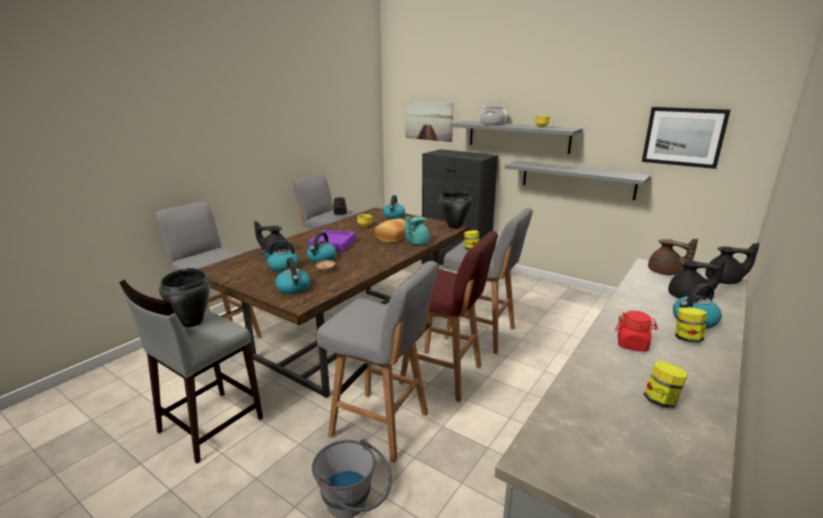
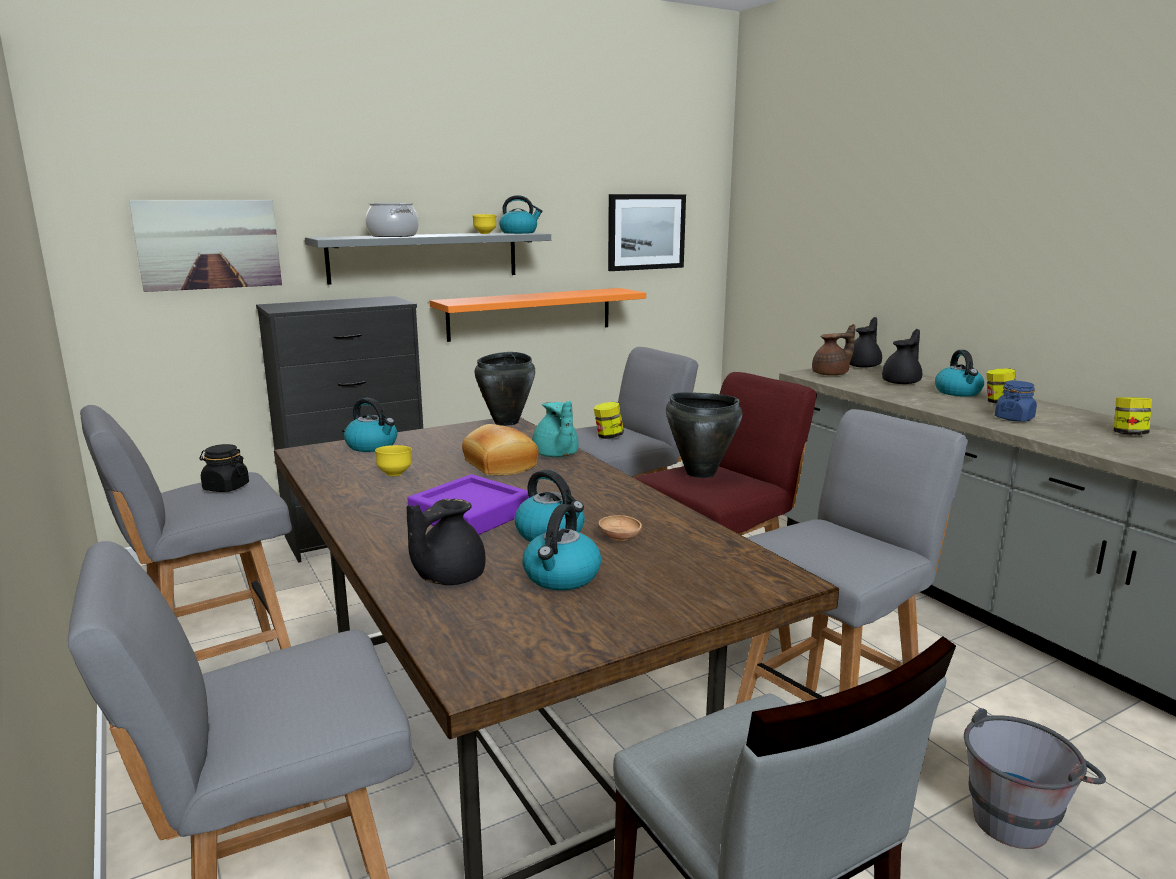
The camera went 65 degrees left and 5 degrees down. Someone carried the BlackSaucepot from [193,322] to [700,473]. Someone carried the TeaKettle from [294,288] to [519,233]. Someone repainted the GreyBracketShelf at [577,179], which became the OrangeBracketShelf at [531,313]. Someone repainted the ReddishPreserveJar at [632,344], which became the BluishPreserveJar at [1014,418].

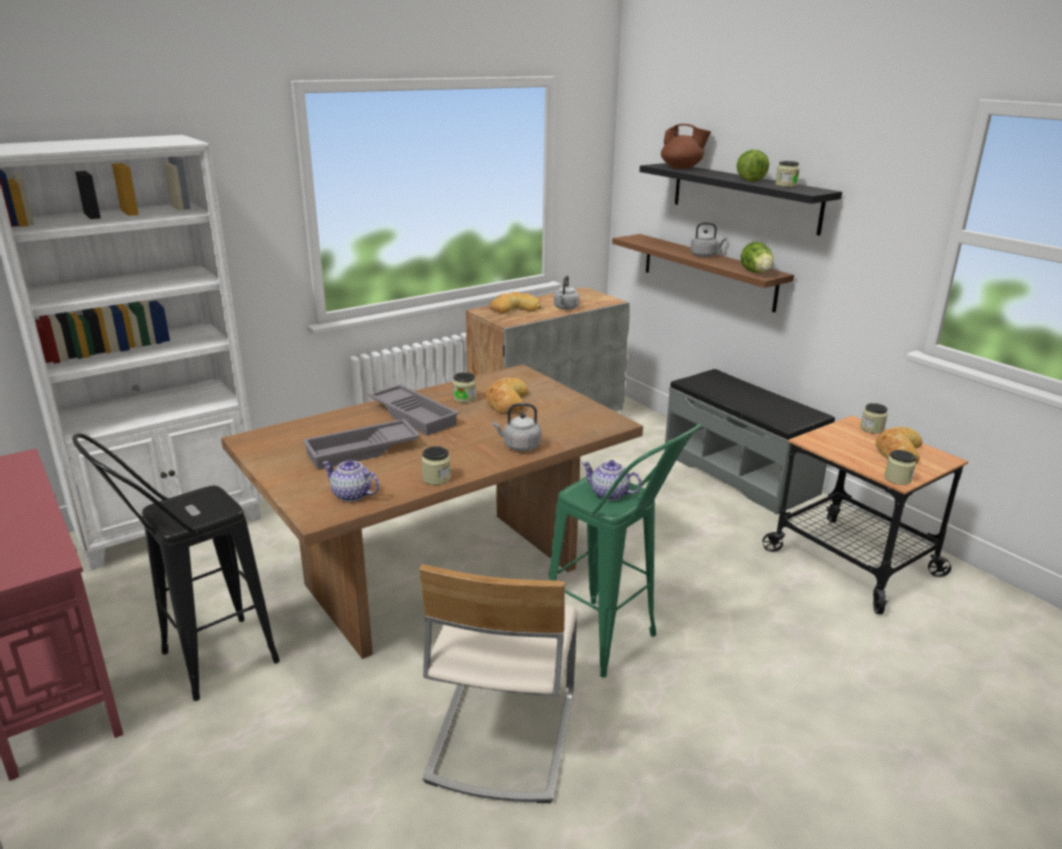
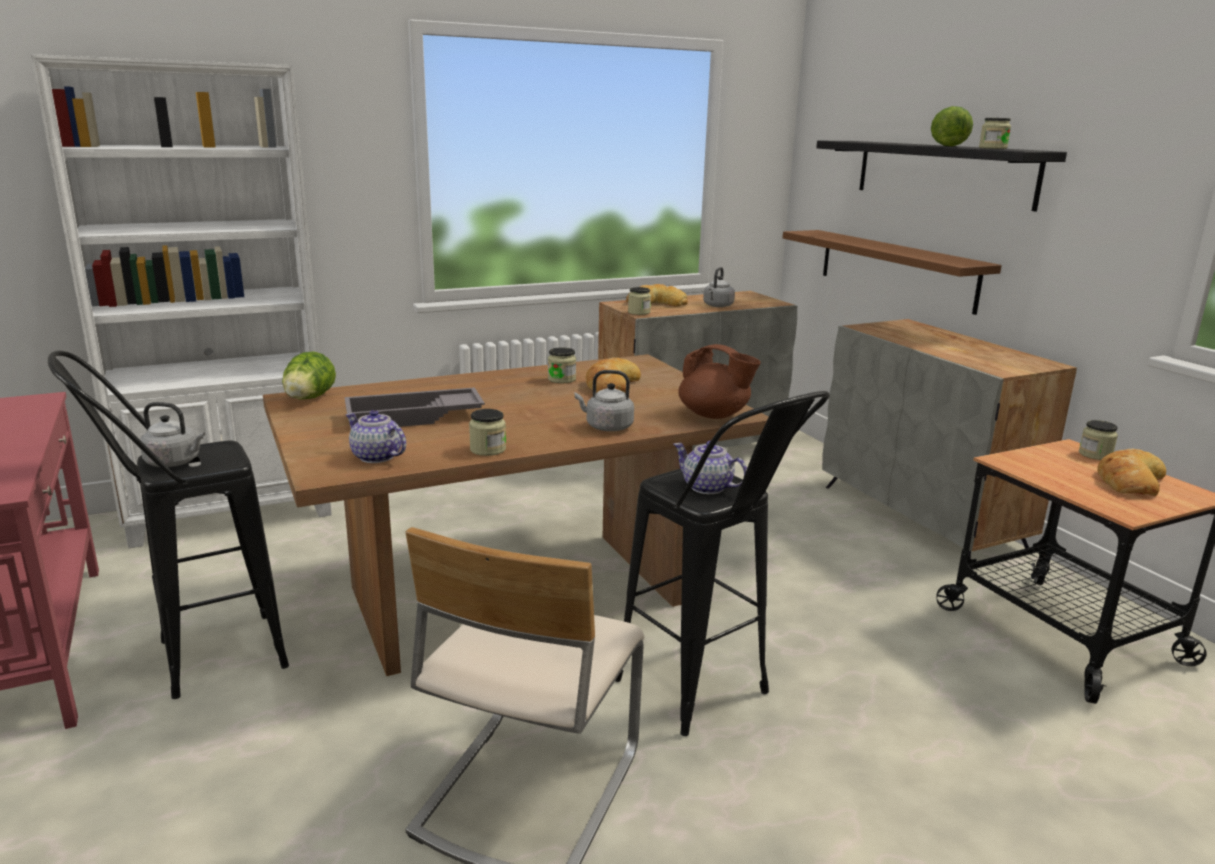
The camera went 10 degrees right and 5 degrees down. Someone took away the GreyTray at [415,415]. Someone carried the BrownColouredTeaPot from [682,168] to [714,415]. Someone carried the GreyTeaKettle from [705,255] to [175,462]. Someone carried the LettuceHead from [757,273] to [308,399]. Someone carried the PreserveJar from [897,479] to [639,312]. Someone swapped the GreyLongSeat at [740,473] for the GreyCabinet at [922,518]. Someone repainted the GreenStool at [612,645], which became the BlackStool at [706,698].

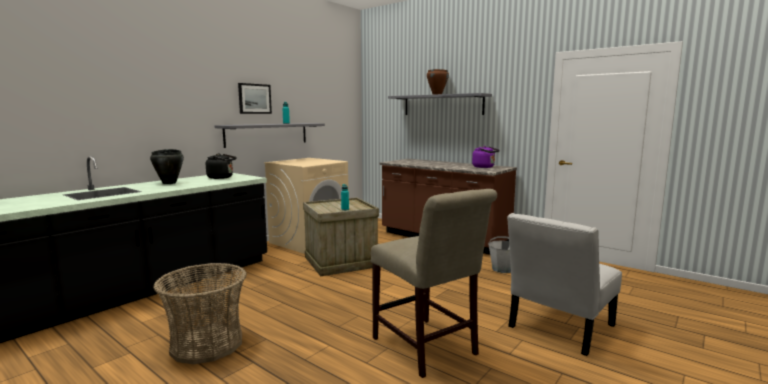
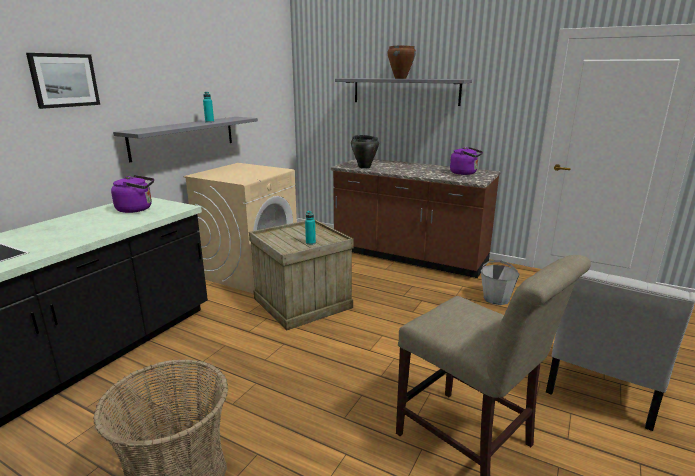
The camera went 10 degrees left and 10 degrees up. Someone carried the BlackSaucepot from [169,183] to [364,167]. Someone carried the WallArt from [254,99] to [64,80]. Someone repainted the BlackTeaKettle at [222,177], which became the PurpleTeaKettle at [137,209].

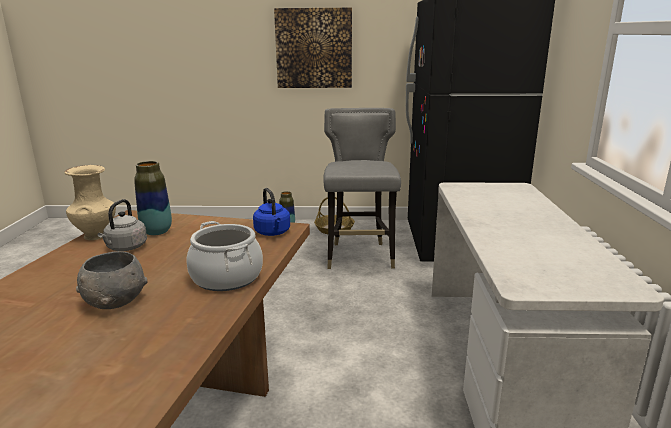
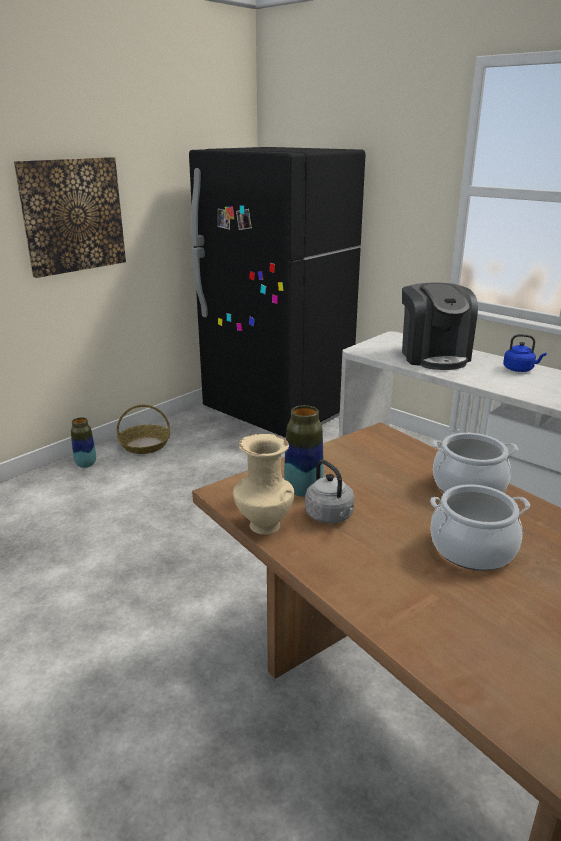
The camera went 50 degrees left and 5 degrees up. Someone took away the GreyPlainChair at [360,257]. Someone put down the CoffeeBrewer at [434,356]. Someone carried the BluishTeaKettle from [273,233] to [520,369]. Someone swapped the GreyBowl at [114,302] for the Saucepot at [472,549].

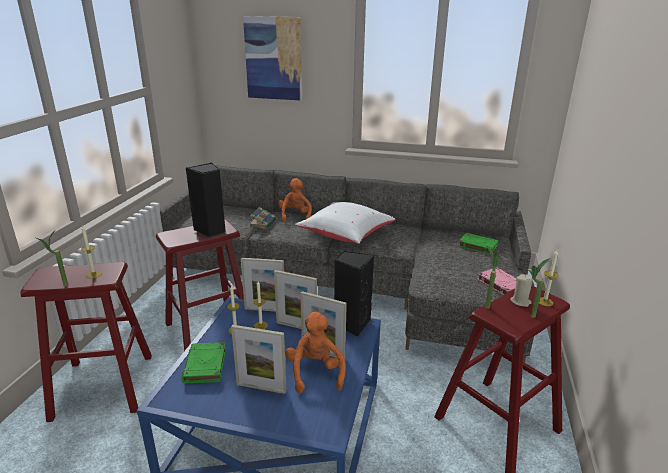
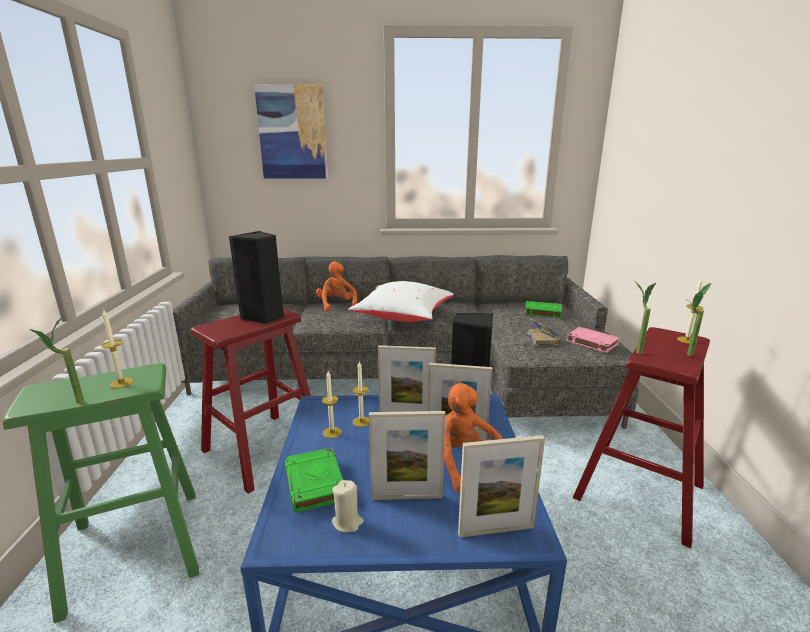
The camera went 15 degrees left and 5 degrees down. Someone carried the PictureFrame from [265,310] to [496,530]. Someone carried the BoundBook from [263,223] to [542,339]. Someone carried the SandColouredCandle from [520,302] to [347,522]. Someone repainted the ReddishStool at [103,386], which became the GreenStool at [136,548].

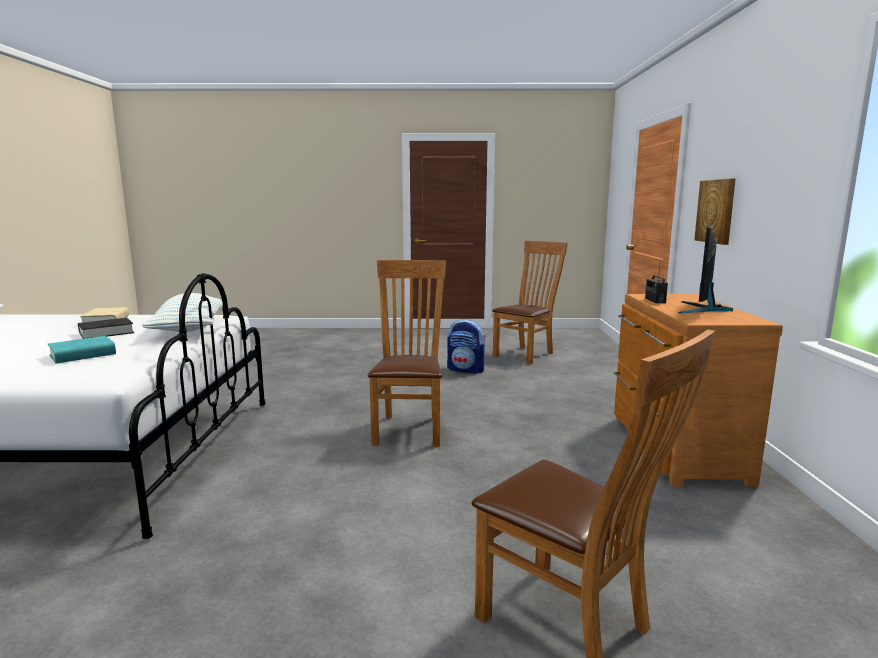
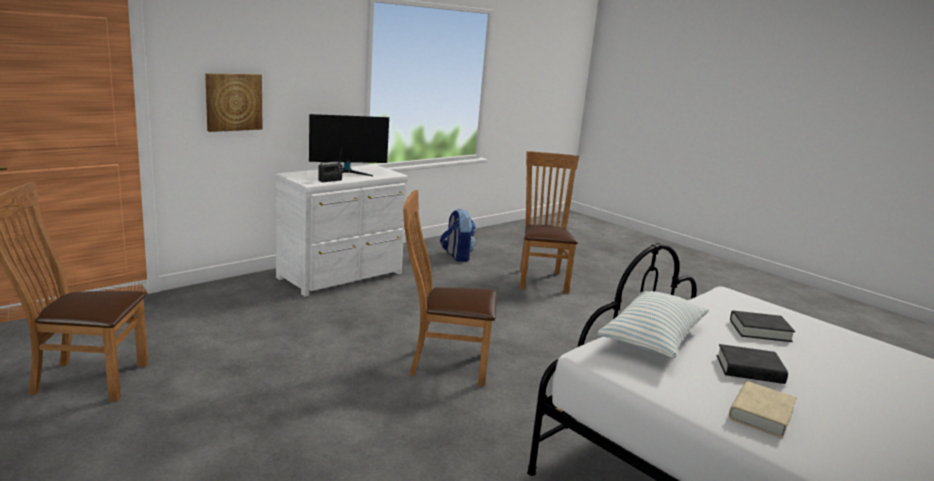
The camera went 135 degrees left and 5 degrees up. Someone carried the Rucksack from [466,370] to [457,256]. Someone repainted the TurquoiseBoundBook at [83,355], which became the BlackBoundBook at [760,330]. Someone repainted the BrownColouredDrawerChest at [673,448], which became the WhiteColouredDrawerChest at [343,276]. Someone rotated the BrownColouredPlainChair at [409,428] by 45 degrees clockwise.

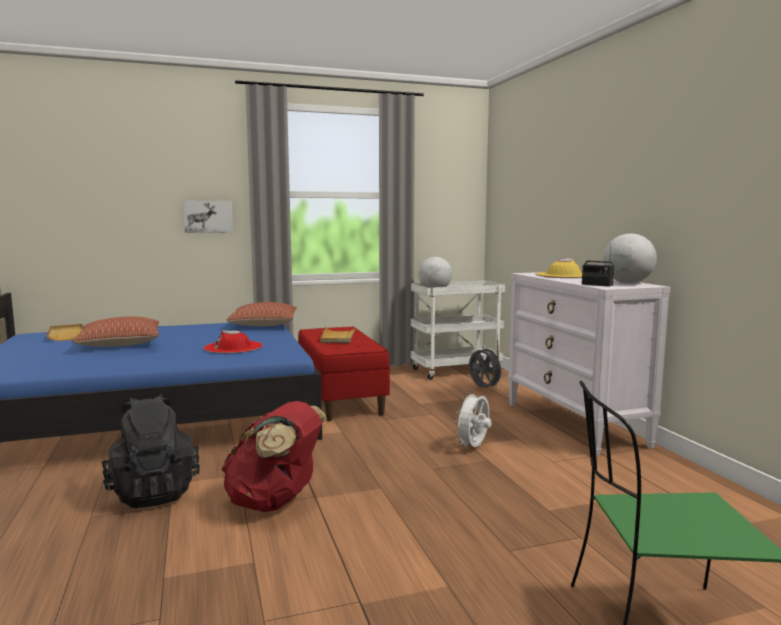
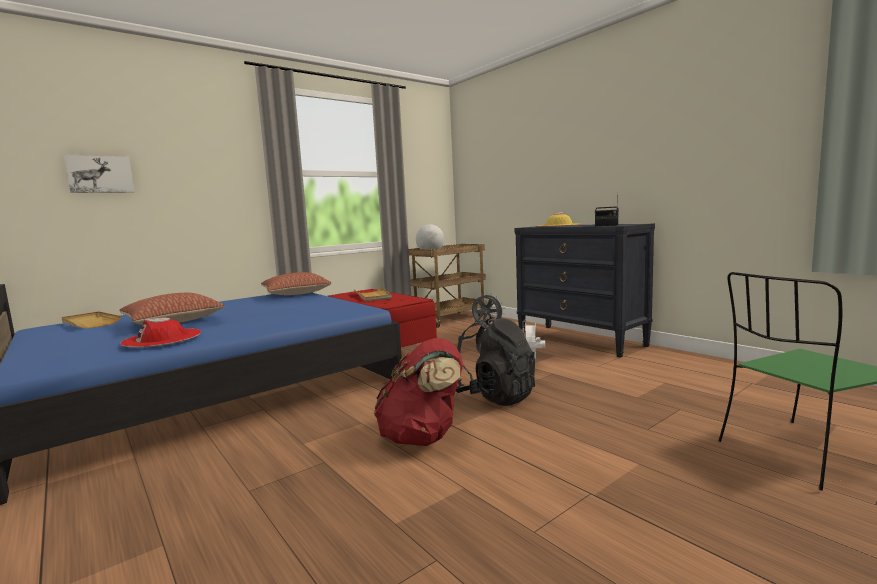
The camera went 20 degrees left and 0 degrees up. Someone took away the Globe at [627,283]. Someone carried the BlackRucksack from [153,492] to [495,396]. Someone carried the WallArt from [208,216] to [100,174]. Someone carried the ReddishHat from [233,347] to [162,338]. Someone repainted the WhiteColouredTrolley at [456,370], which became the BrownColouredTrolley at [450,319]. Someone repainted the WhiteColouredDrawerChest at [575,424], which became the BlackDrawerChest at [580,340].

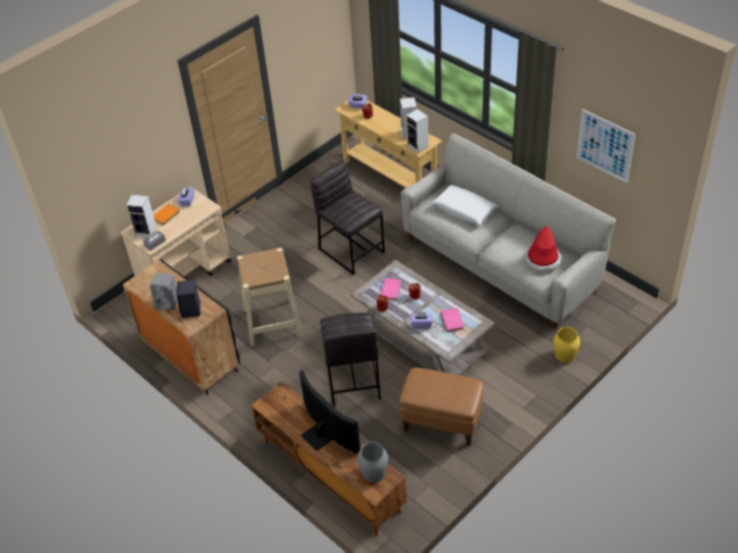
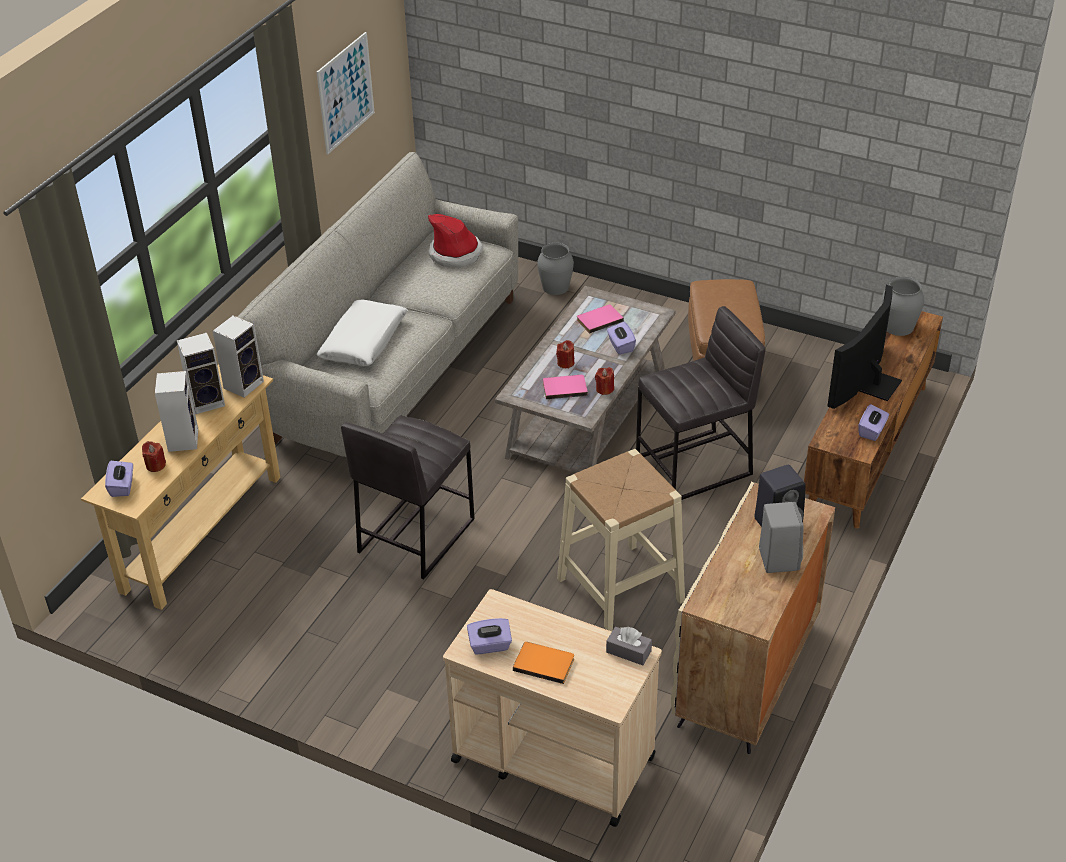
The camera went 110 degrees left and 5 degrees down. Someone put down the PurpleBoxOfTissues at [872,431]. Someone carried the Loudspeaker from [146,231] to [182,439]. Someone repainted the BlackCabinet at [190,357], which became the SandColouredCabinet at [746,674]. Someone repainted the YellowFlowerVase at [564,355], which became the GreyFlowerVase at [556,287].

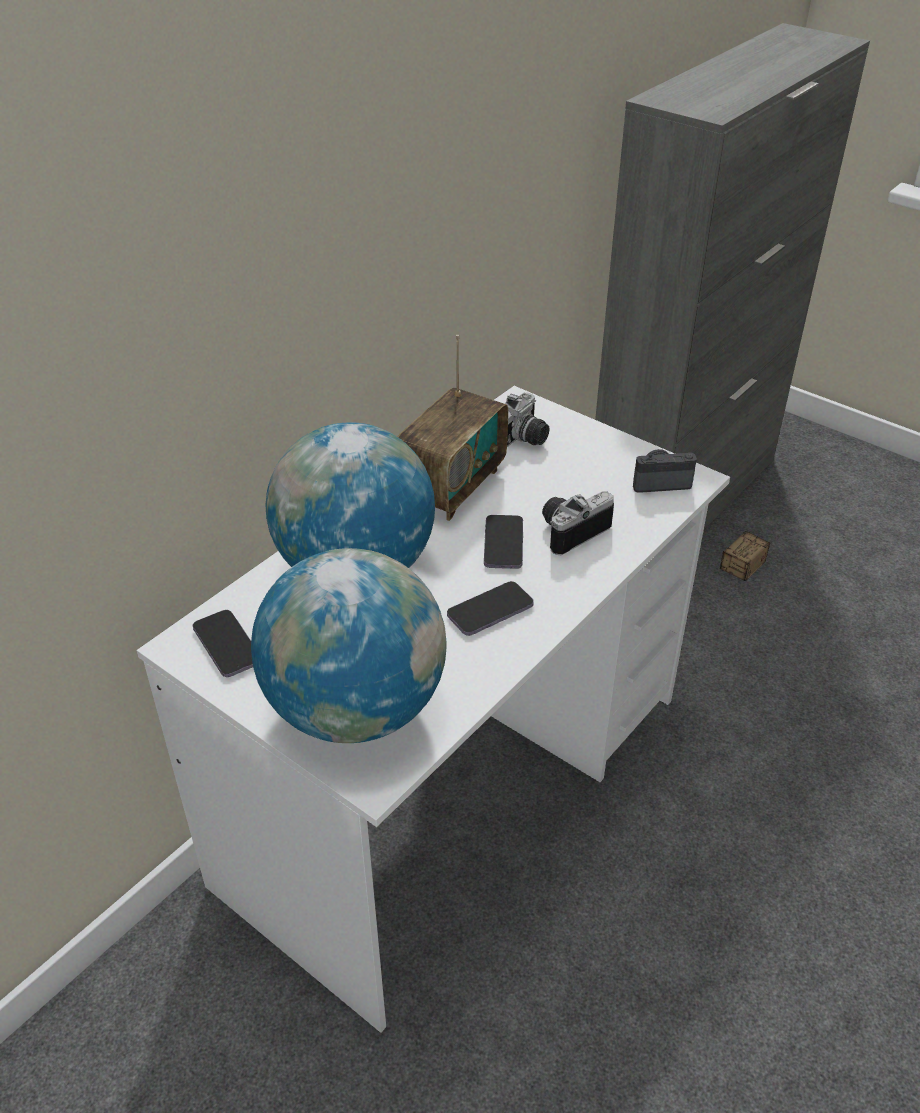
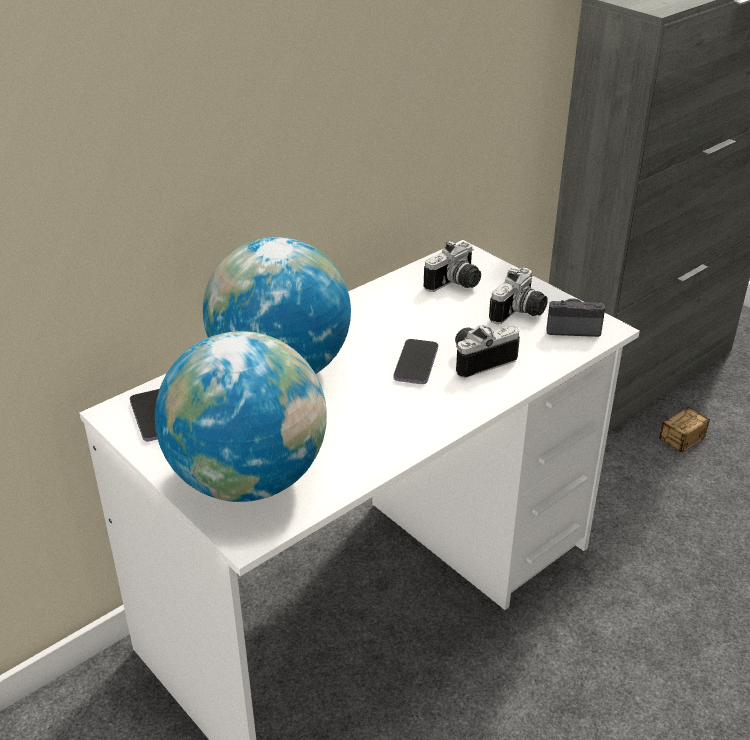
The camera went 10 degrees right and 5 degrees down. Someone took away the RadioReceiver at [451,486]. Someone took away the Telephone at [490,611]. Someone put down the StillCamera at [520,313].

